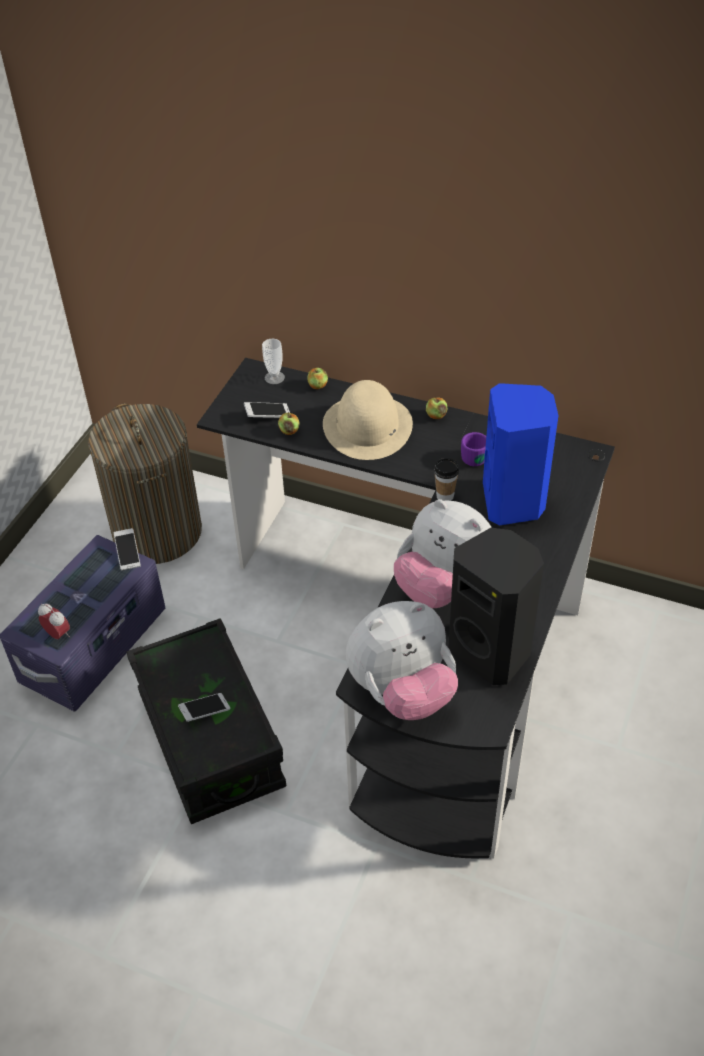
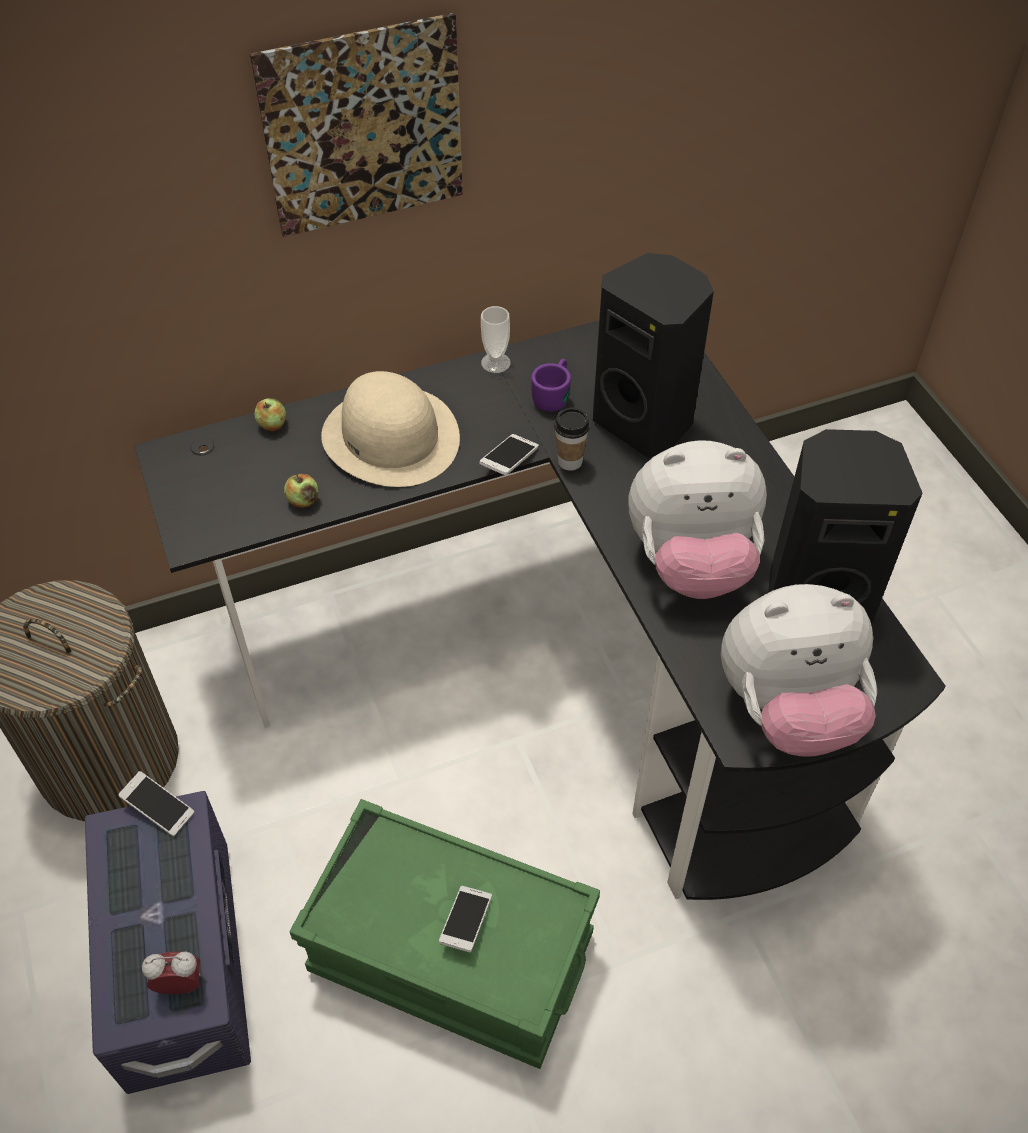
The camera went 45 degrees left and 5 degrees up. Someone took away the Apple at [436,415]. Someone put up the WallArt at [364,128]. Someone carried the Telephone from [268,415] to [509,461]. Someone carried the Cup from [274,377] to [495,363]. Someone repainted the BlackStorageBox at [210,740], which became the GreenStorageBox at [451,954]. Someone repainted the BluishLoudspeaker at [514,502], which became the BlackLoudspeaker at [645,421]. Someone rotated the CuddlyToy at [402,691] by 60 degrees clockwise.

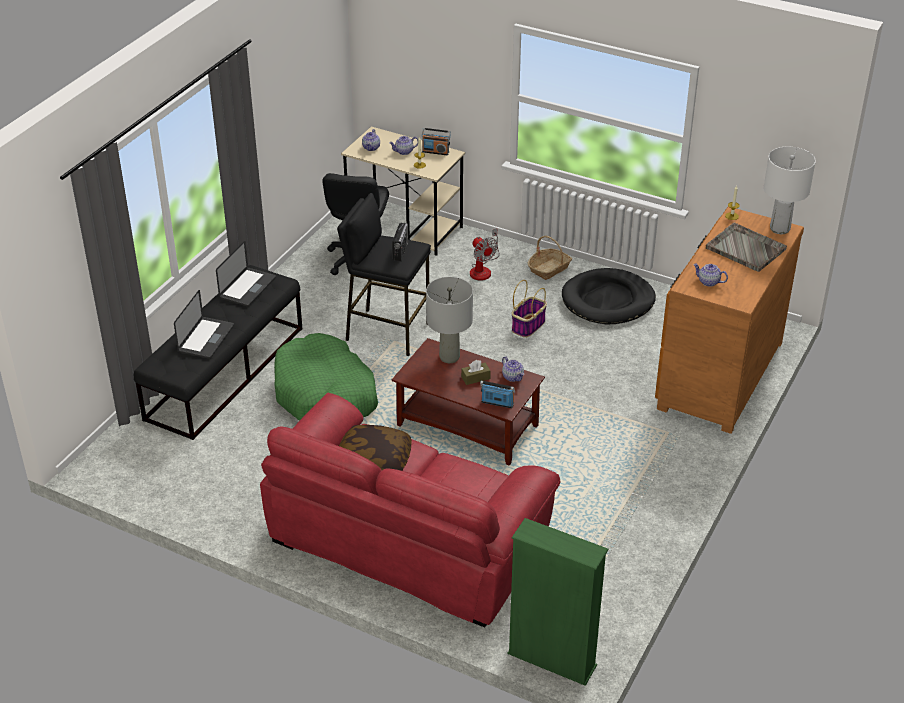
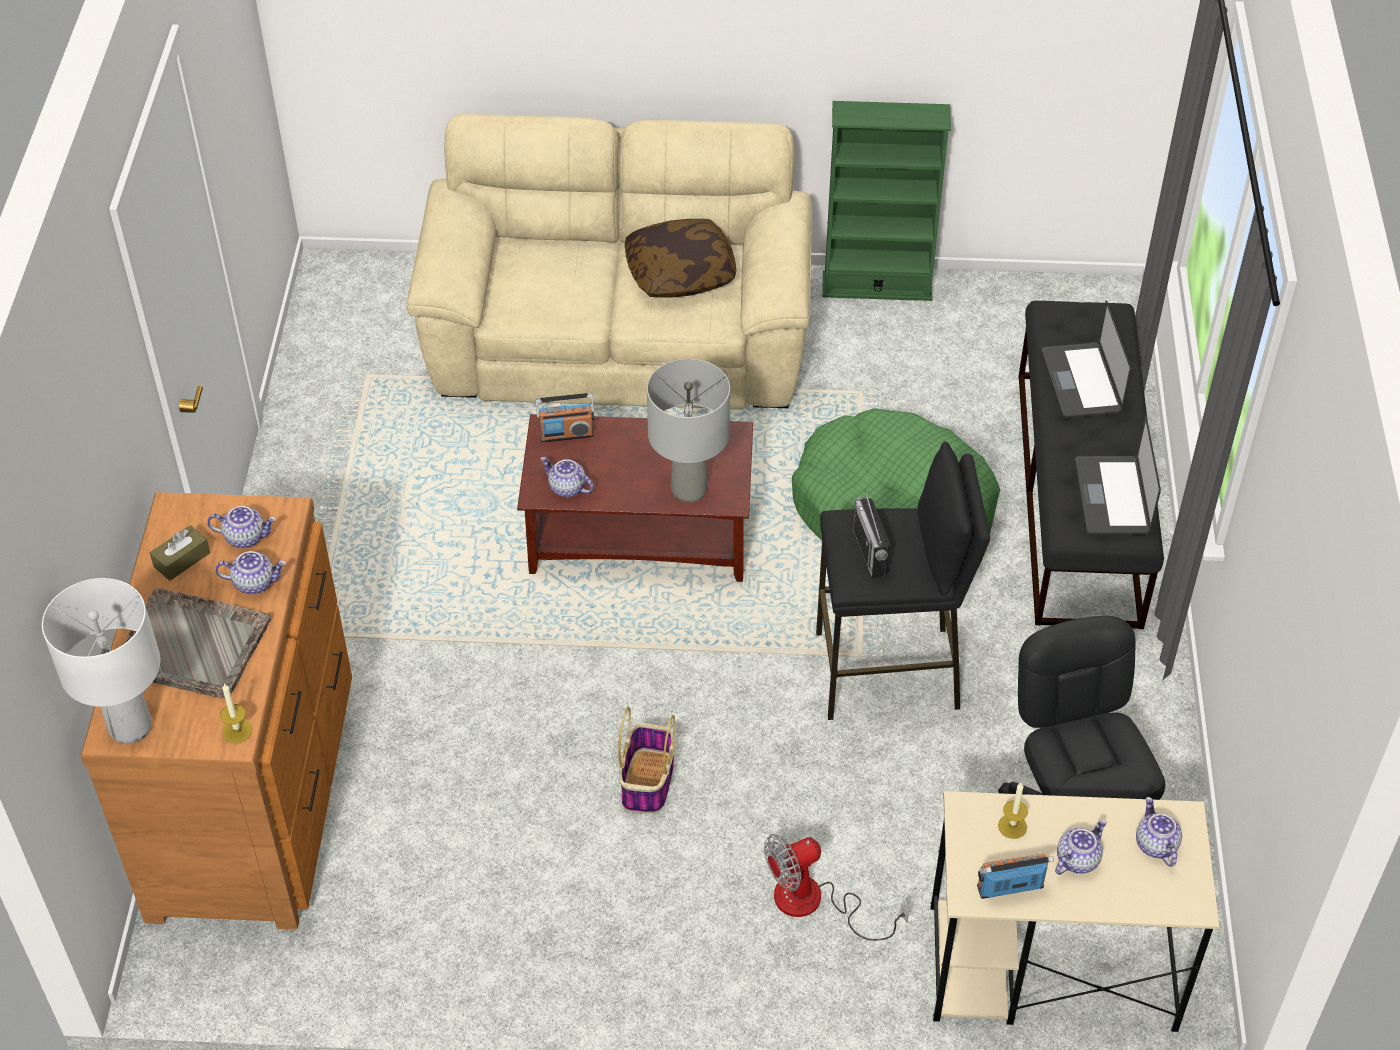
The camera went 155 degrees right and 10 degrees up. Someone took away the HouseholdBasket at [549,269]. Someone took away the BlackDogCushion at [608,300]. Someone put down the TeaPot at [255,582]. Someone carried the BrownColouredBoxOfTissues from [475,378] to [182,560]. Someone carried the GreenShelvingUnit from [551,660] to [877,286]. Someone repainted the ReddishCouch at [406,543], which became the SandColouredCouch at [619,336]. Someone rotated the Fan at [483,269] by 60 degrees counterclockwise.

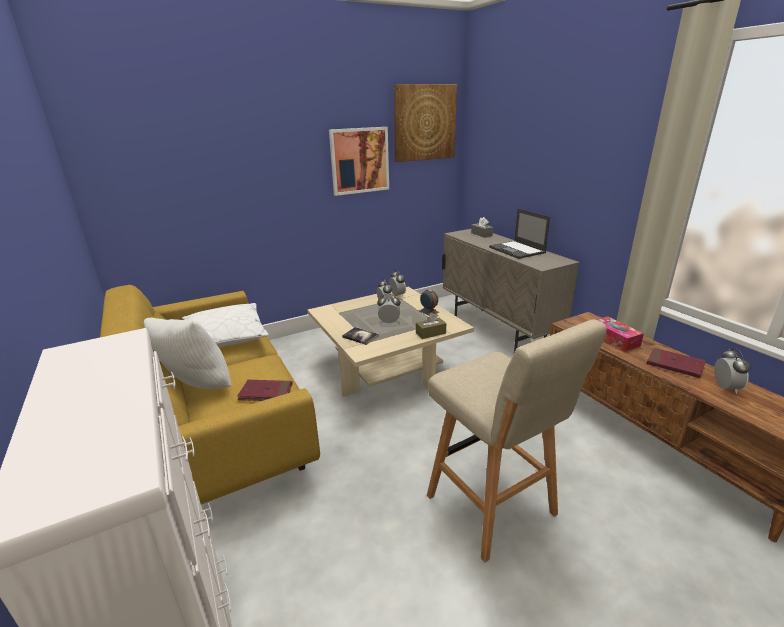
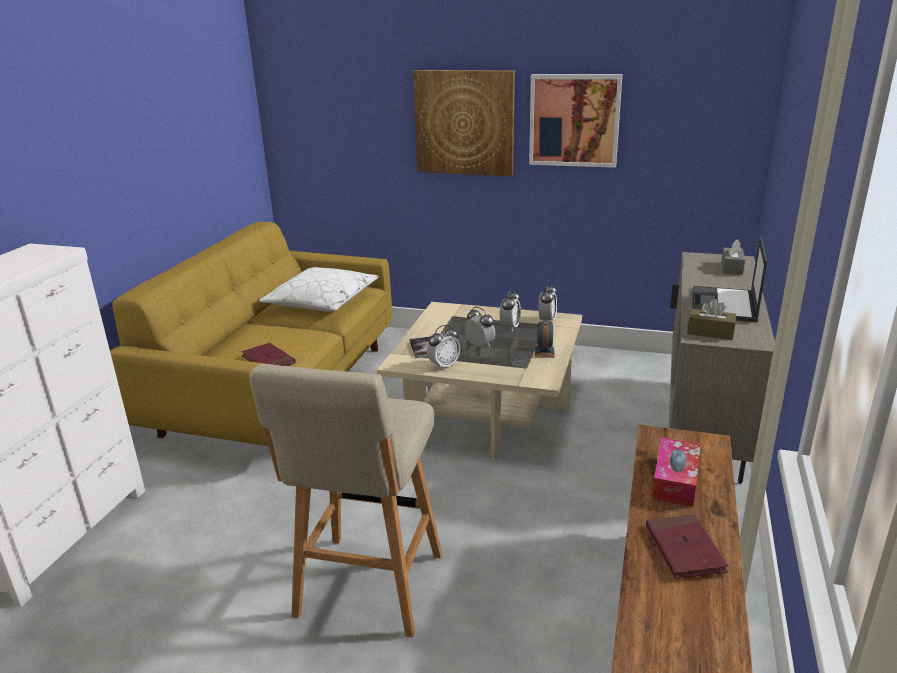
The camera went 45 degrees right and 0 degrees up. Someone took away the WhiteColouredCushion at [196,388]. Someone carried the WallArt from [424,123] to [464,123]. Someone carried the BrownColouredBoxOfTissues from [430,333] to [710,332]. Someone carried the AlarmClock from [725,388] to [444,365].

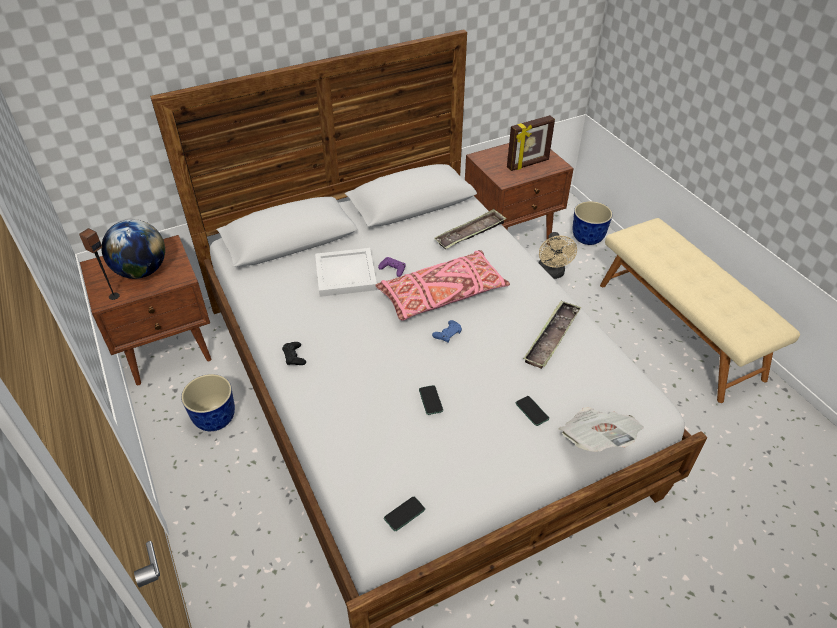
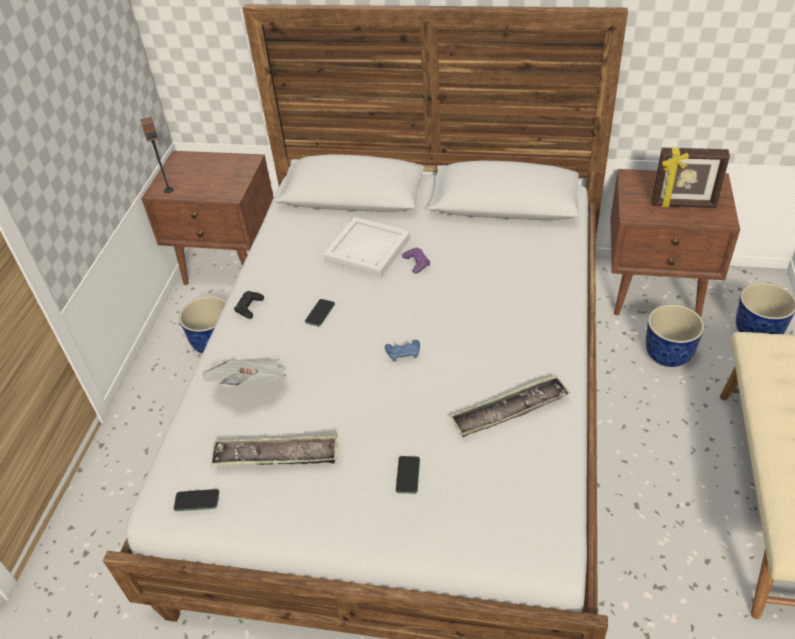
The camera went 40 degrees right and 0 degrees up. Someone took away the Globe at [141,271]. Someone took away the PinkCushion at [442,295]. Someone carried the Telephone from [430,400] to [320,313]. Someone carried the Tray from [470,233] to [276,456]. Someone carried the Newspaper from [596,439] to [252,385]. Someone swapped the SandColouredFan at [551,274] for the FlowerPot at [668,355].

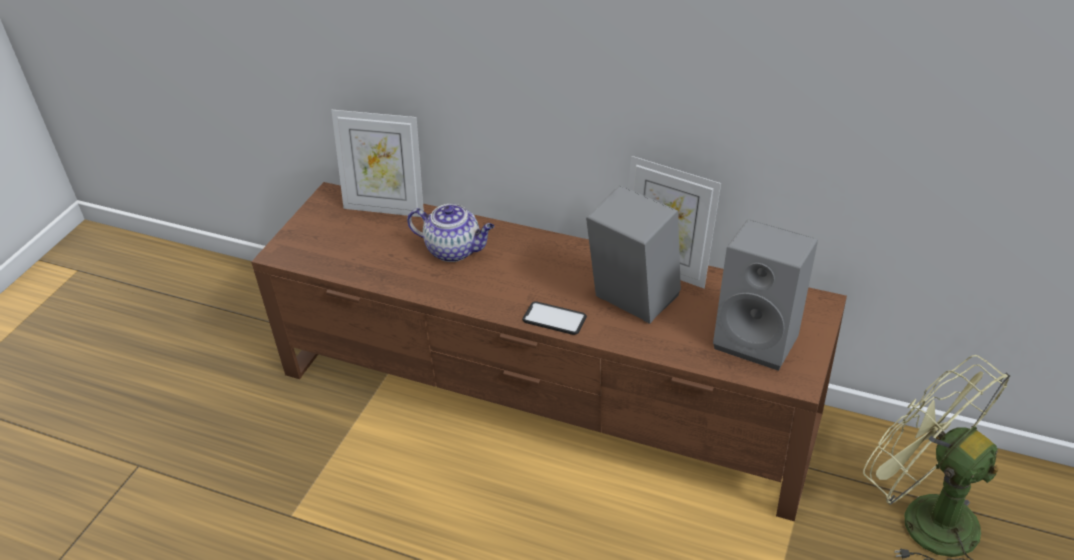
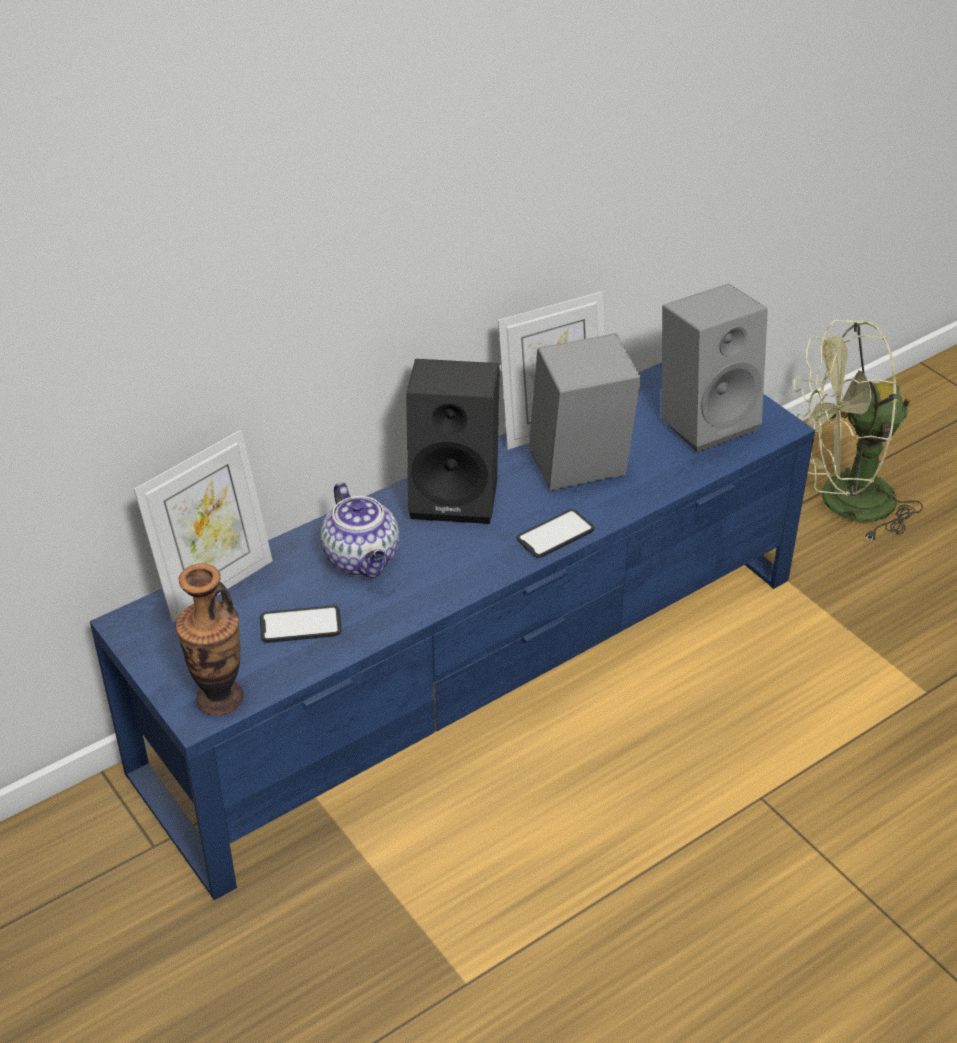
The camera went 60 degrees left and 0 degrees up. Someone put down the FlowerVase at [219,698]. Someone put down the Telephone at [300,625]. Someone put down the BlackLoudspeaker at [457,494]. Someone repainted the BrownColouredTvStand at [546,395], which became the BluishTvStand at [480,670]. Someone rotated the TeaPot at [455,250] by 105 degrees clockwise.

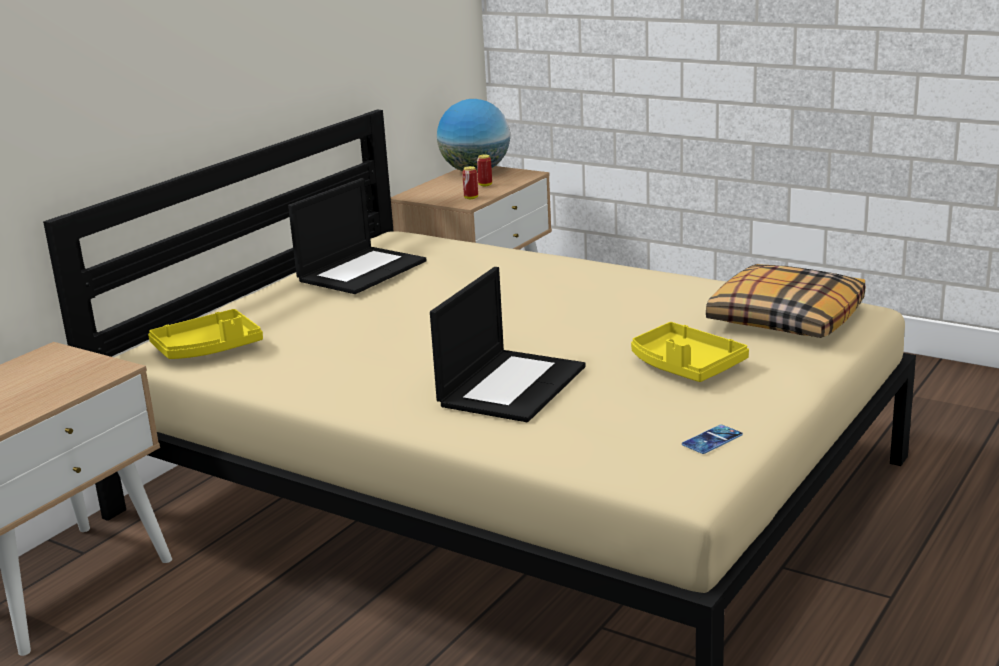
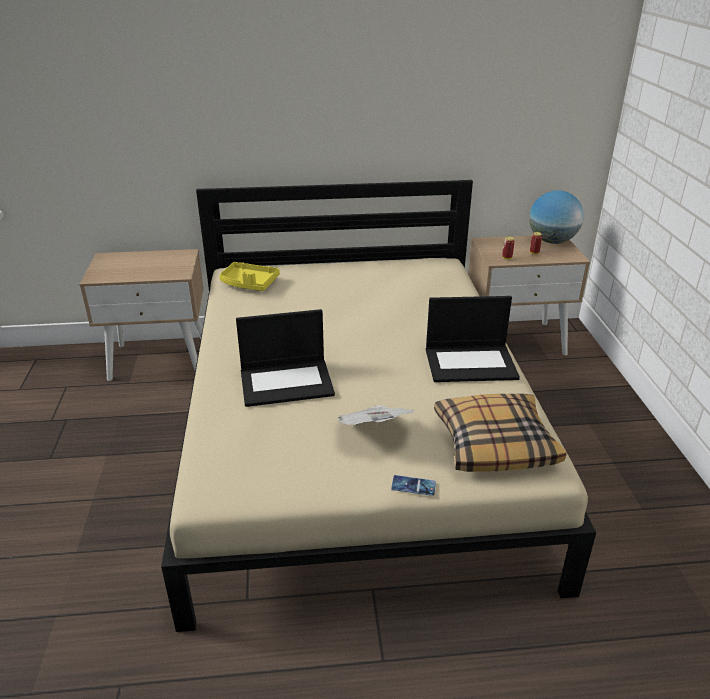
The camera went 50 degrees right and 10 degrees up. Someone carried the NotebookComputer from [362,270] to [471,363]. Someone carried the Telephone from [712,440] to [413,486]. Someone swapped the YellowTray at [685,366] for the Newspaper at [374,431].

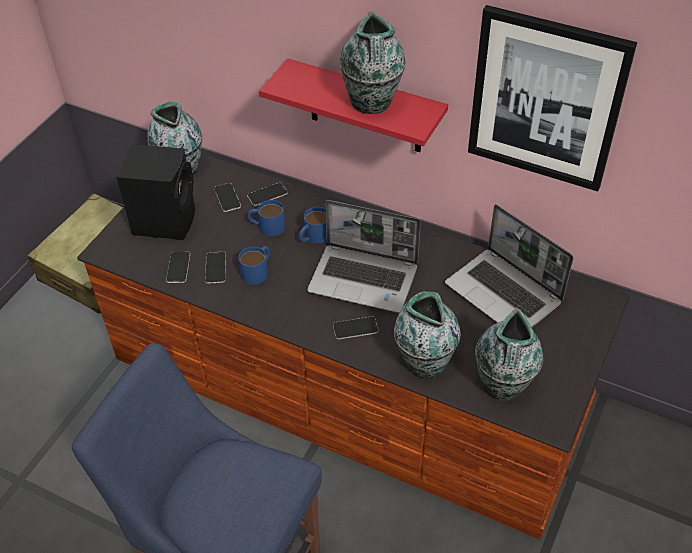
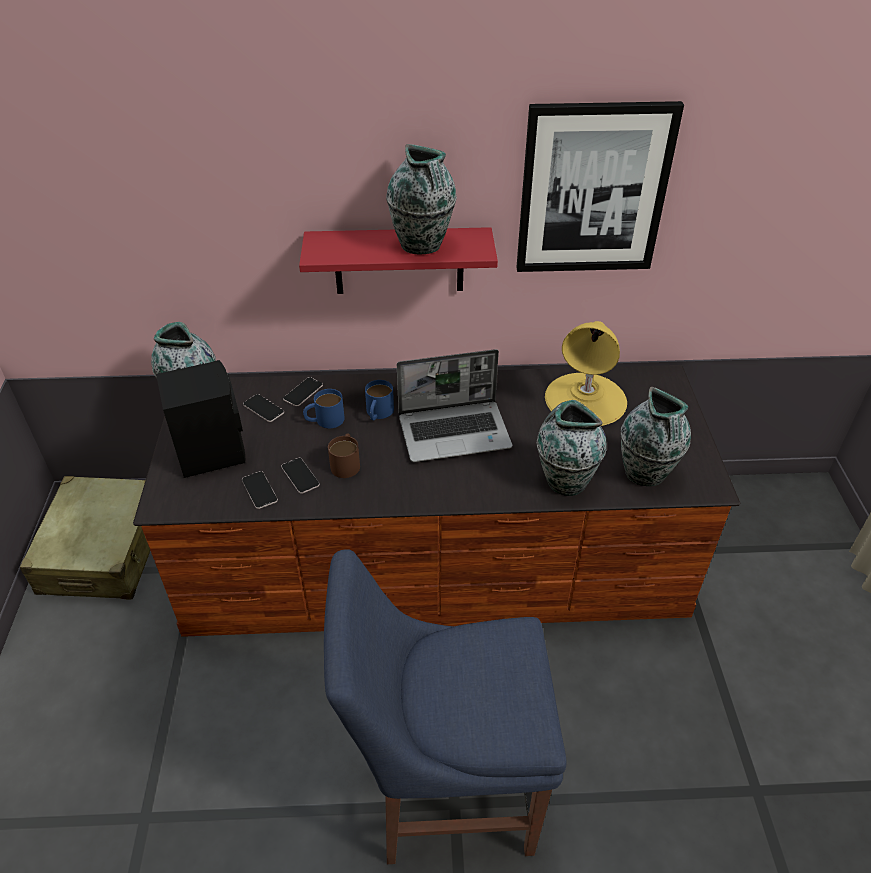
The camera went 30 degrees left and 5 degrees down. Someone took away the Telephone at [355,328]. Someone swapped the NotebookComputer at [505,294] for the YellowTabletopLamp at [586,399]. Someone repainted the BluishTeaMug at [258,271], which became the BrownColouredTeaMug at [346,462].

